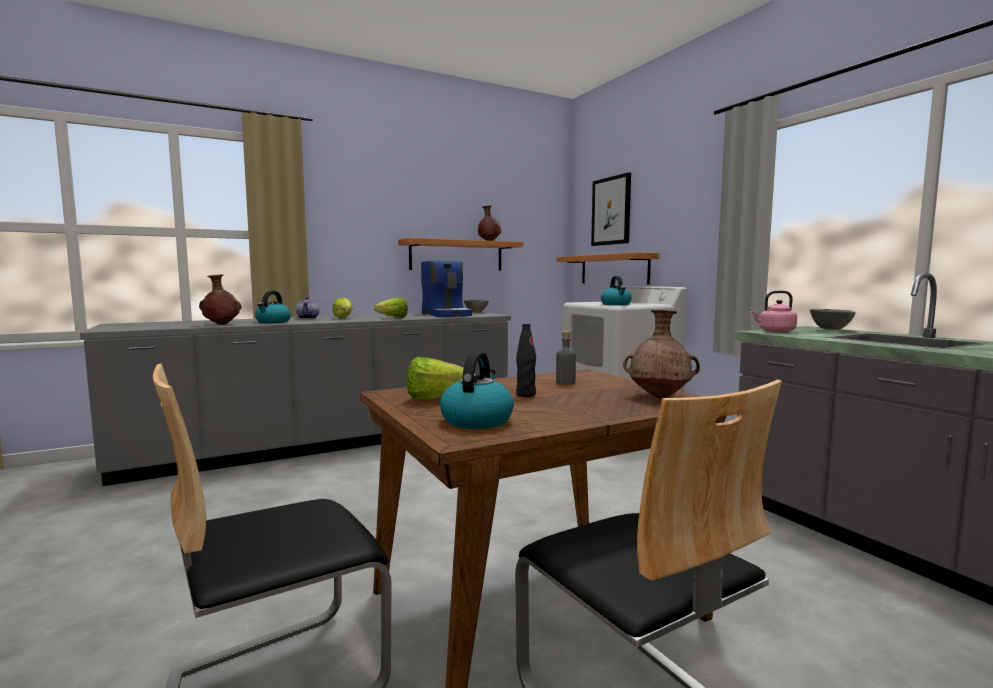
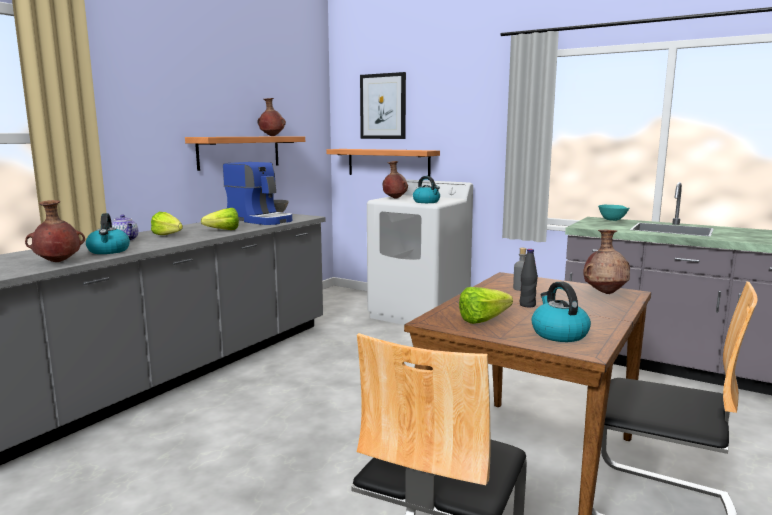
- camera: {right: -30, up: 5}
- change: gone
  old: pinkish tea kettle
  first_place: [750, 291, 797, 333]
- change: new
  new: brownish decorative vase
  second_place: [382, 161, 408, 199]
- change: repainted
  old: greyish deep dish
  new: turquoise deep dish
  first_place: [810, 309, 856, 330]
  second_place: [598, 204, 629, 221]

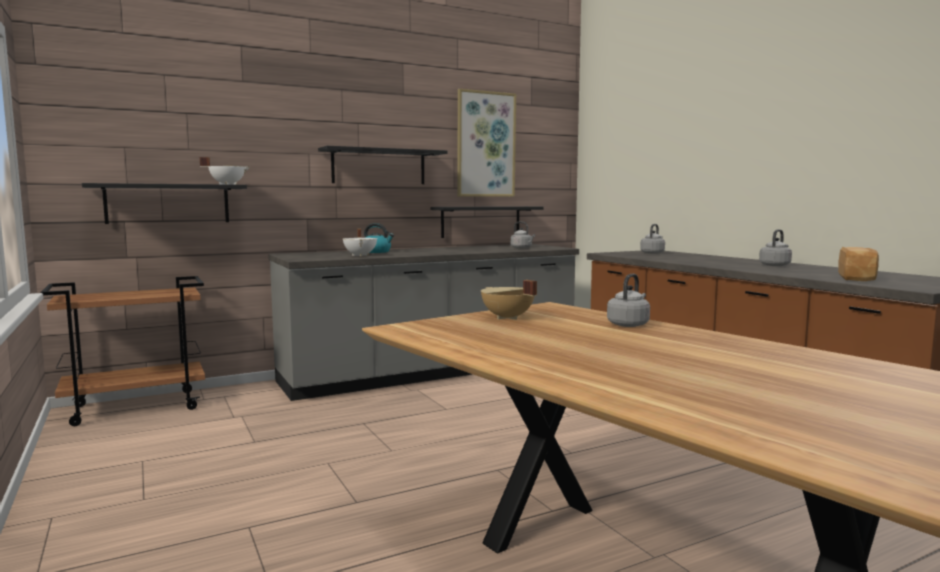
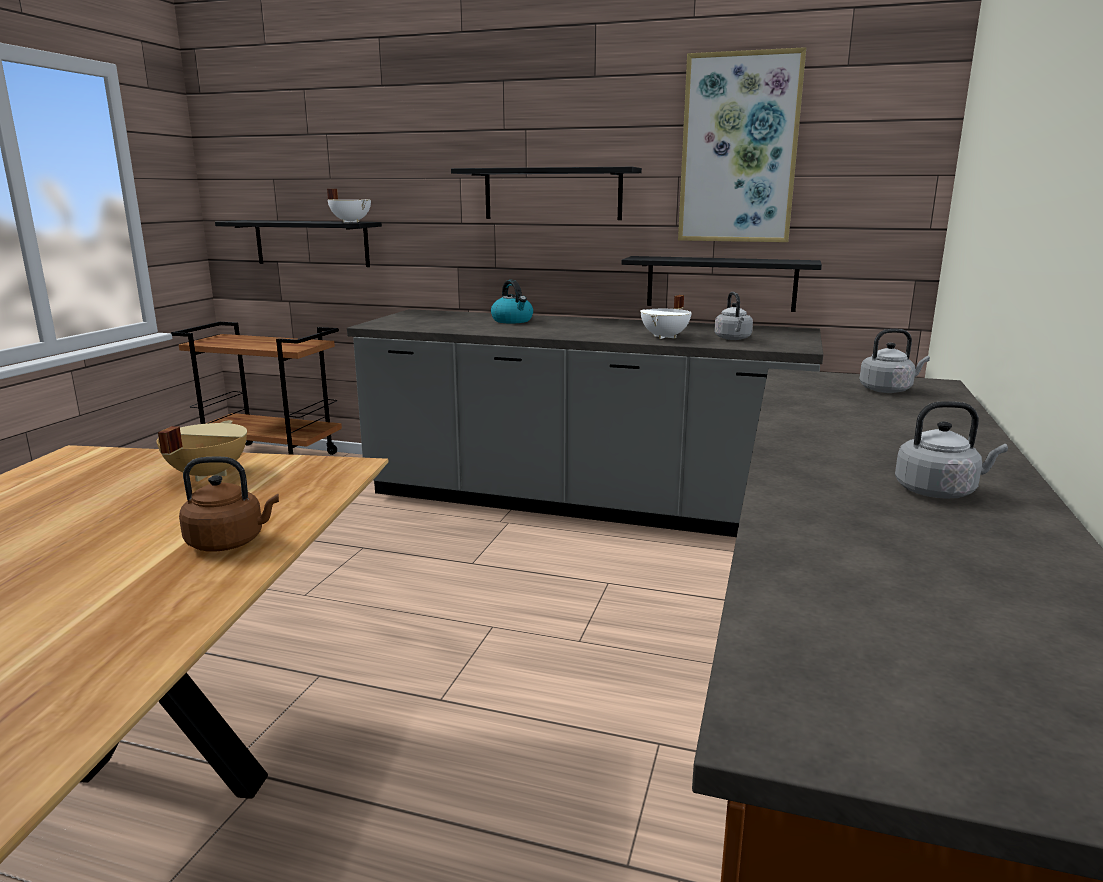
- camera: {right: 45, up: 10}
- change: gone
  old: baked bread
  first_place: [838, 247, 879, 281]
- change: shifted
  old: whitish cooking pot
  first_place: [343, 229, 377, 256]
  second_place: [640, 295, 692, 339]
- change: repainted
  old: greyish tea kettle
  new: brownish tea kettle
  first_place: [607, 274, 650, 327]
  second_place: [179, 457, 279, 551]

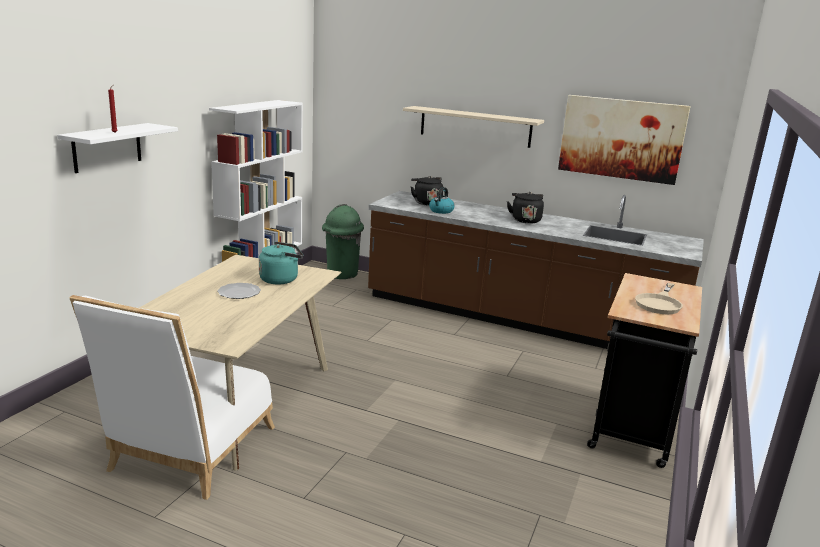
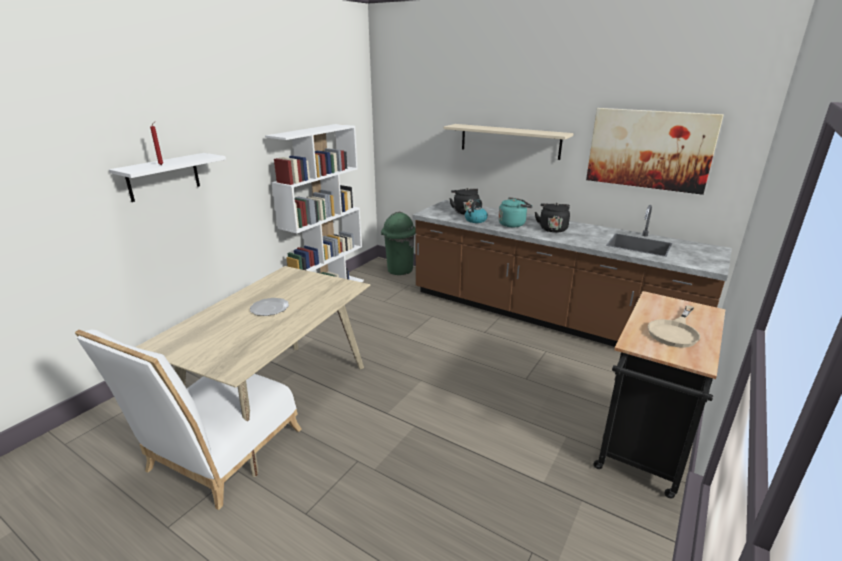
- camera: {right: 10, up: 5}
- change: shifted
  old: turquoise tea kettle
  first_place: [259, 242, 303, 284]
  second_place: [498, 197, 533, 227]

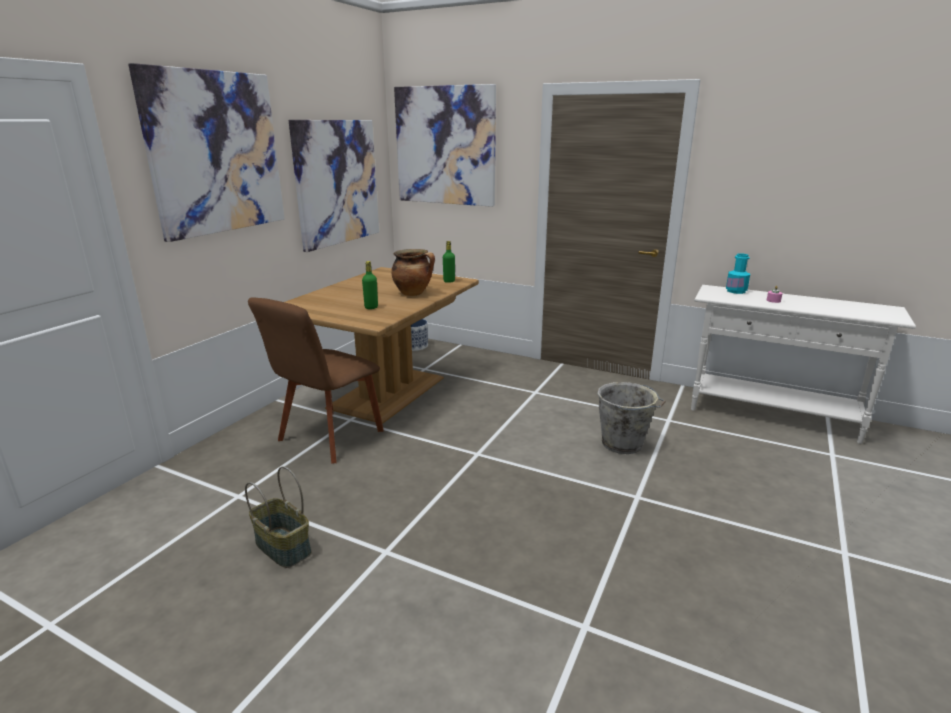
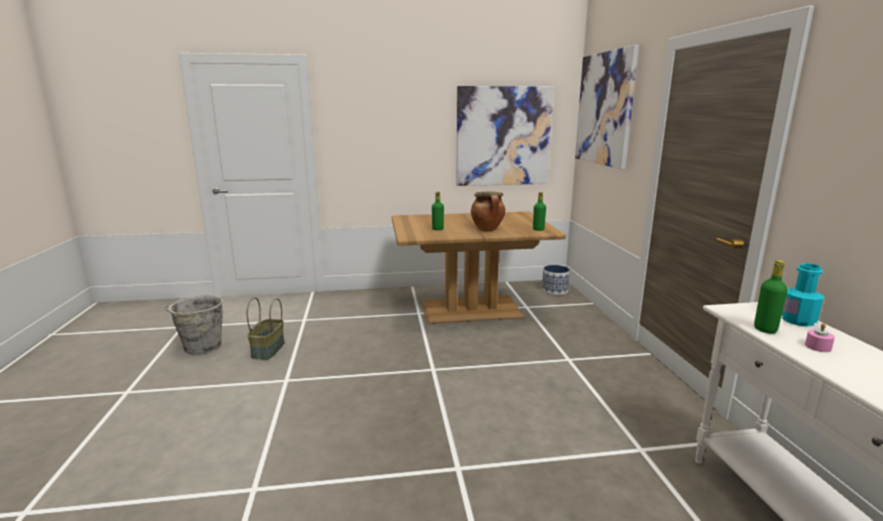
- camera: {right: 55, up: -5}
- change: gone
  old: wall picture
  first_place: [128, 63, 285, 242]
- change: gone
  old: brownish chair
  first_place: [248, 297, 384, 464]
- change: new
  new: green drink bottle
  second_place: [754, 260, 788, 333]
- change: shifted
  old: greyish pail
  first_place: [597, 382, 666, 454]
  second_place: [165, 295, 224, 355]

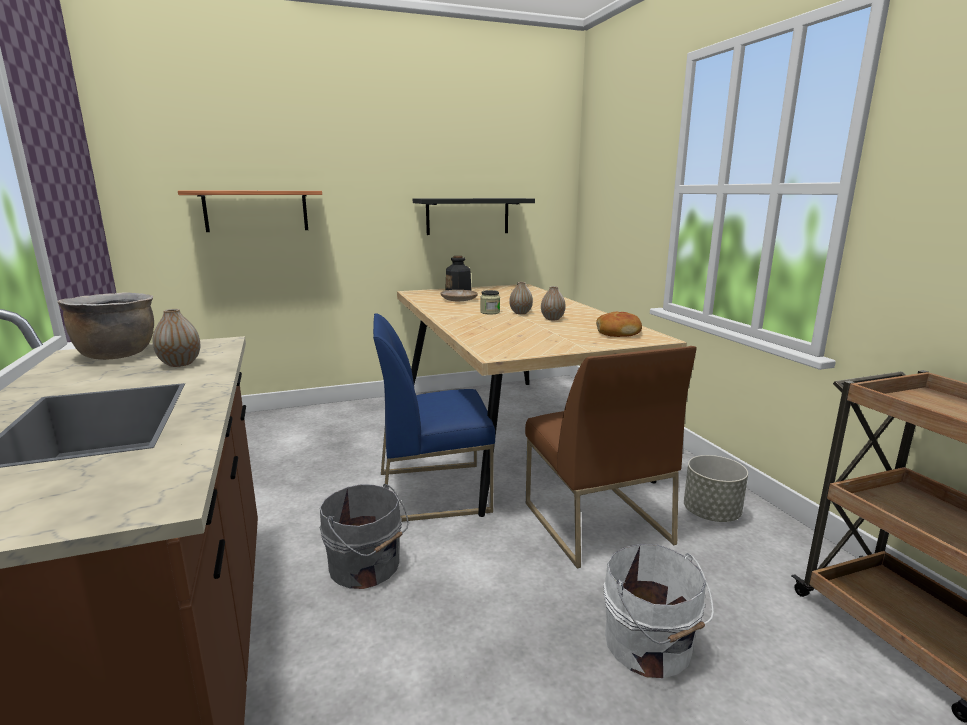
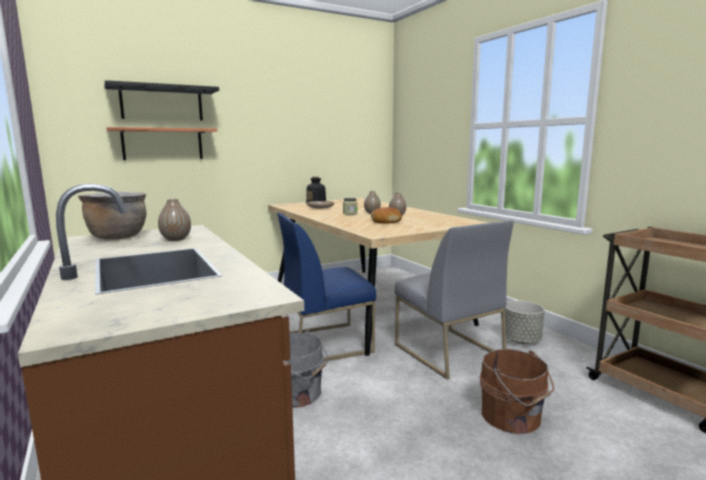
- camera: {right: -10, up: -5}
- change: shifted
  old: black wall shelf
  first_place: [413, 198, 535, 235]
  second_place: [104, 80, 219, 120]
- change: shifted
  old: baked bread
  first_place: [596, 312, 642, 337]
  second_place: [371, 207, 402, 224]
- change: repainted
  old: brownish chair
  new: greyish chair
  first_place: [525, 346, 697, 569]
  second_place: [395, 220, 514, 379]
- change: repainted
  old: whitish pail
  new: brownish pail
  first_place: [603, 544, 714, 678]
  second_place: [480, 349, 554, 434]

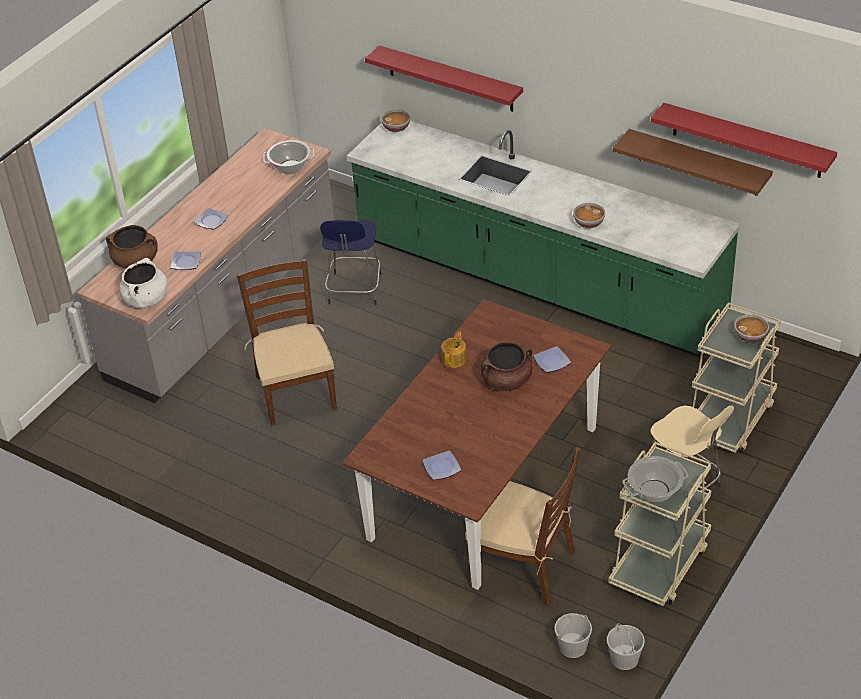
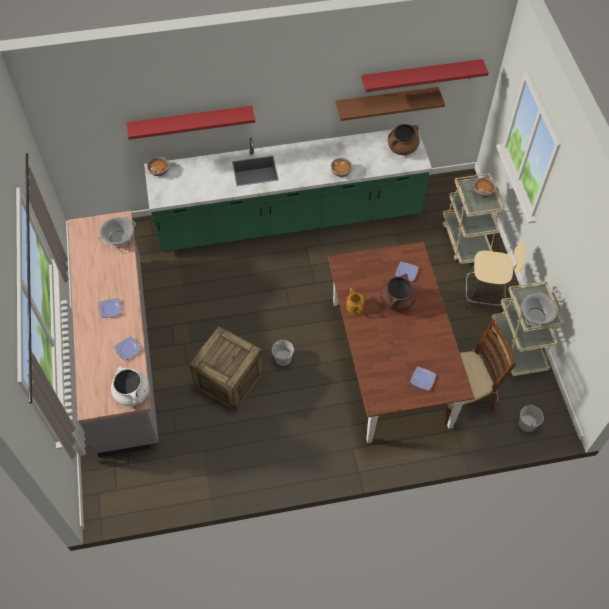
- camera: {right: -45, up: 15}
- change: gone
  old: blue-coloured stool seat
  first_place: [320, 220, 381, 305]
- change: shifted
  old: brownish cooking pot
  first_place: [106, 225, 158, 269]
  second_place: [388, 124, 419, 155]
- change: shifted
  old: whitish pail
  first_place: [607, 623, 645, 670]
  second_place: [272, 340, 294, 366]
- change: swapped
  old: brownish chair
  new: packing crate
  first_place: [237, 259, 337, 425]
  second_place: [189, 326, 263, 411]

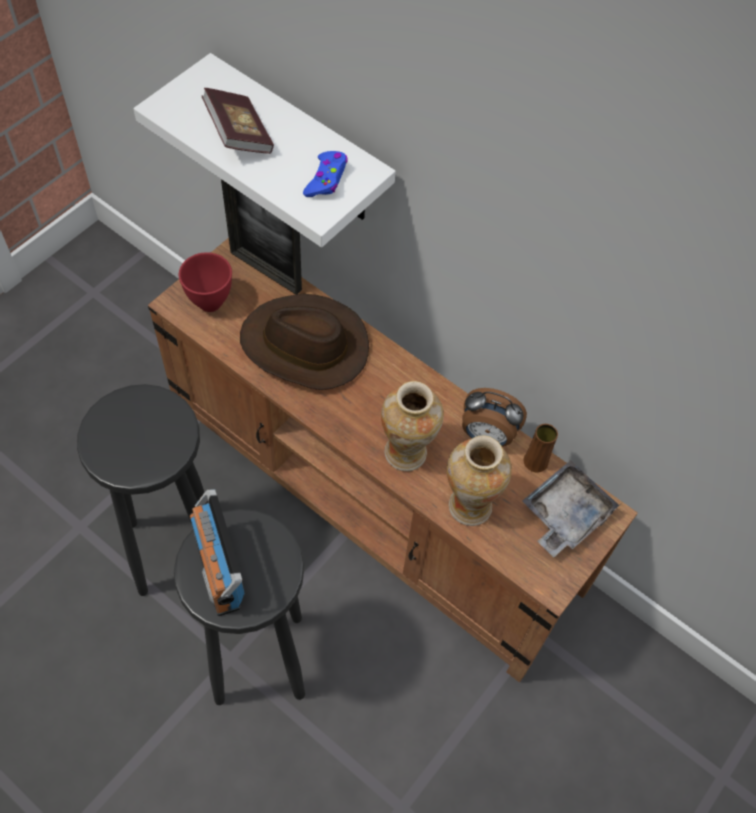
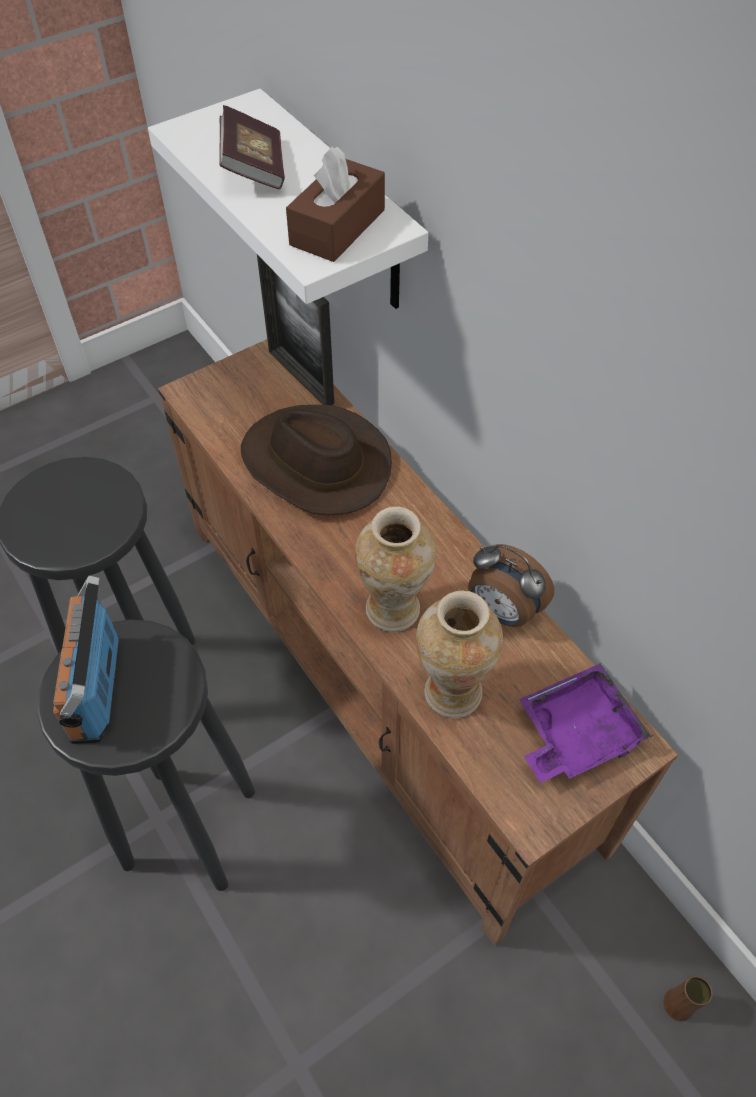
- camera: {right: 20, up: -5}
- change: gone
  old: red deep dish
  first_place: [179, 252, 232, 312]
- change: shifted
  old: brownish decorative vase
  first_place: [523, 424, 558, 473]
  second_place: [664, 976, 713, 1021]
- change: swapped
  old: blue-coloured gamepad
  new: brownish box of tissues
  first_place: [303, 151, 348, 197]
  second_place: [286, 146, 385, 262]
- change: repainted
  old: greyish serving tray
  new: purplish serving tray
  first_place: [522, 460, 621, 557]
  second_place: [519, 663, 653, 783]

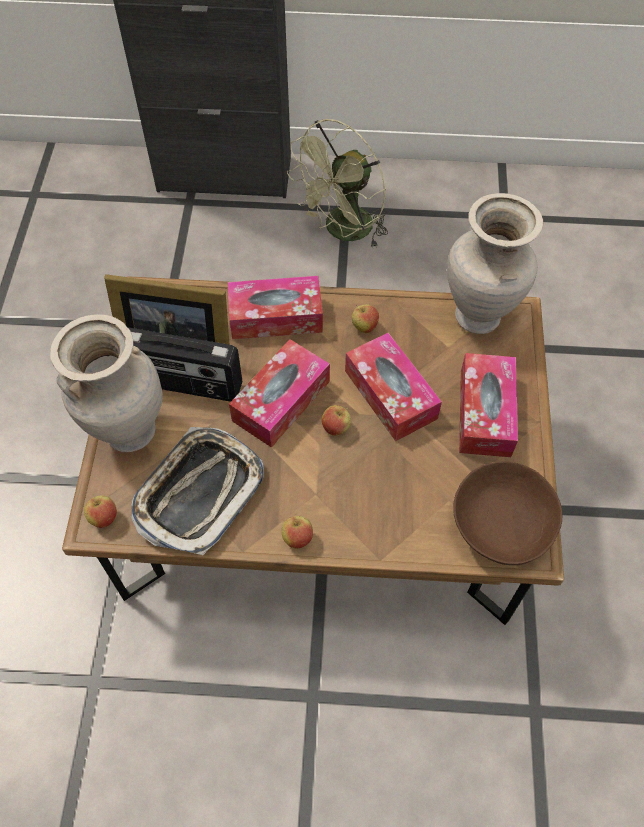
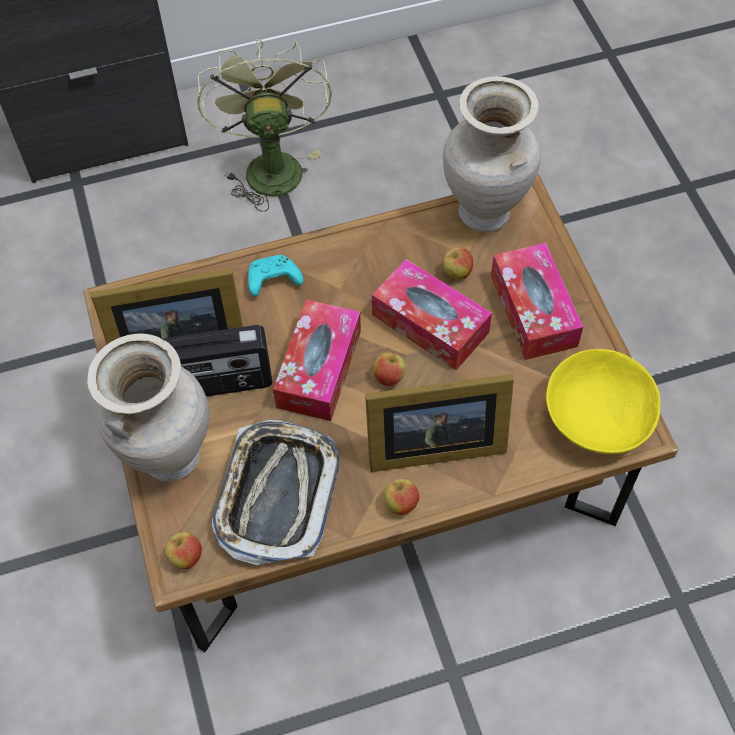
- camera: {right: -20, up: 0}
- change: new
  new: picture frame
  second_place: [365, 374, 514, 472]
- change: shifted
  old: apple fruit
  first_place: [352, 304, 379, 333]
  second_place: [443, 248, 473, 280]
- change: swapped
  old: box of tissues
  new: turquoise gamepad
  first_place: [228, 276, 323, 339]
  second_place: [248, 255, 304, 296]
- change: repainted
  old: brownish deep dish
  new: yellow deep dish
  first_place: [453, 461, 562, 565]
  second_place: [546, 349, 661, 454]
- change: rotated
  old: green cooling fan
  first_place: [287, 119, 388, 249]
  second_place: [197, 39, 332, 212]
  degrees: 150

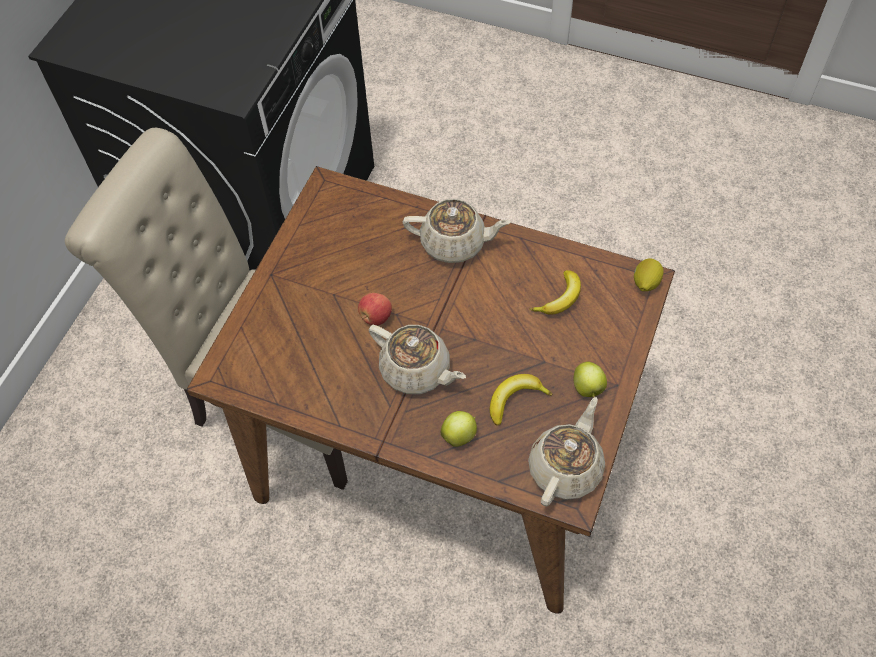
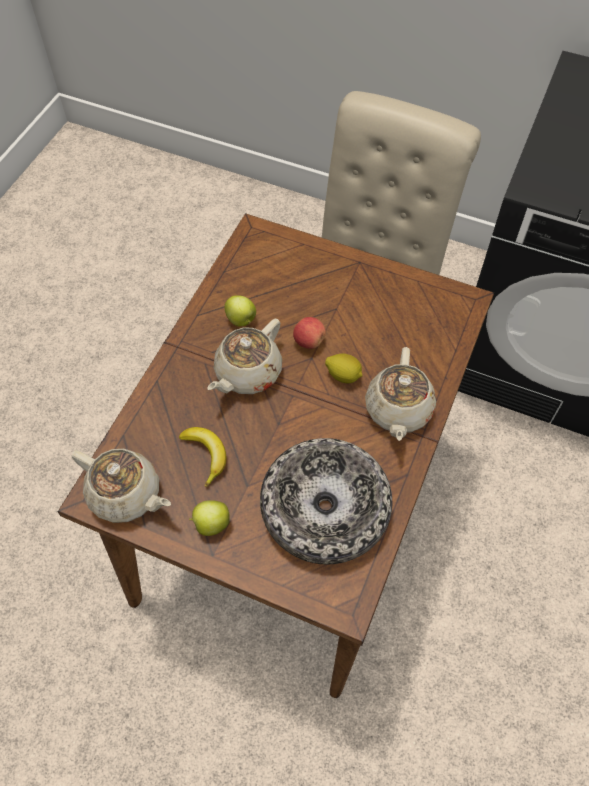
- camera: {right: 90, up: 0}
- change: shifted
  old: apple fruit
  first_place: [441, 411, 477, 447]
  second_place: [224, 295, 256, 326]
- change: shifted
  old: citrus fruit
  first_place: [634, 258, 664, 291]
  second_place: [325, 353, 363, 383]
- change: swapped
  old: banana
  new: deep dish
  first_place: [530, 270, 581, 315]
  second_place: [260, 438, 392, 565]

